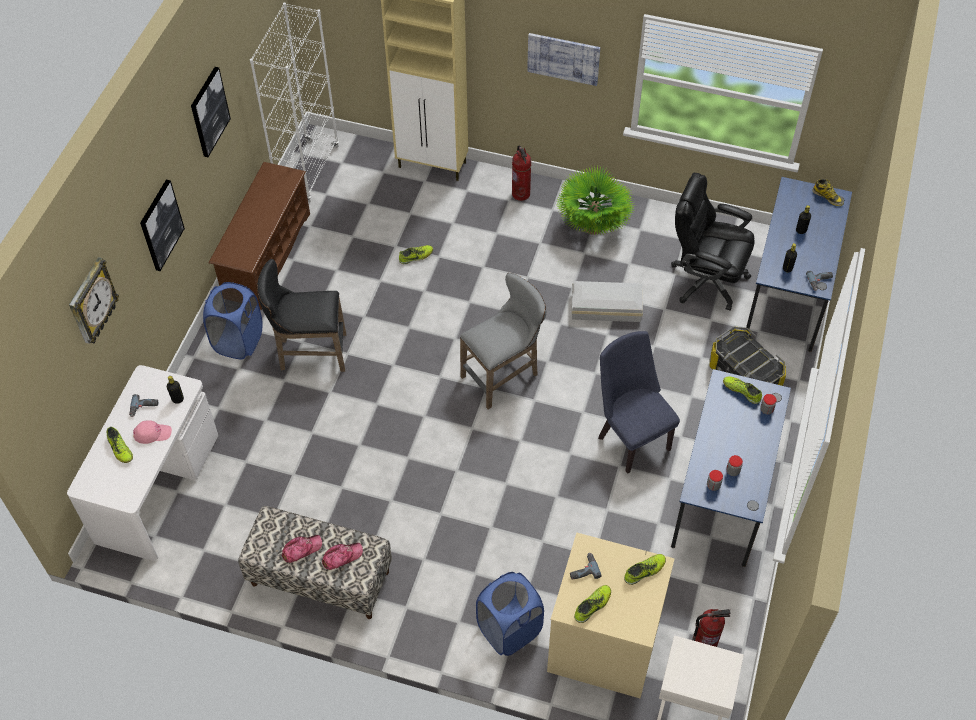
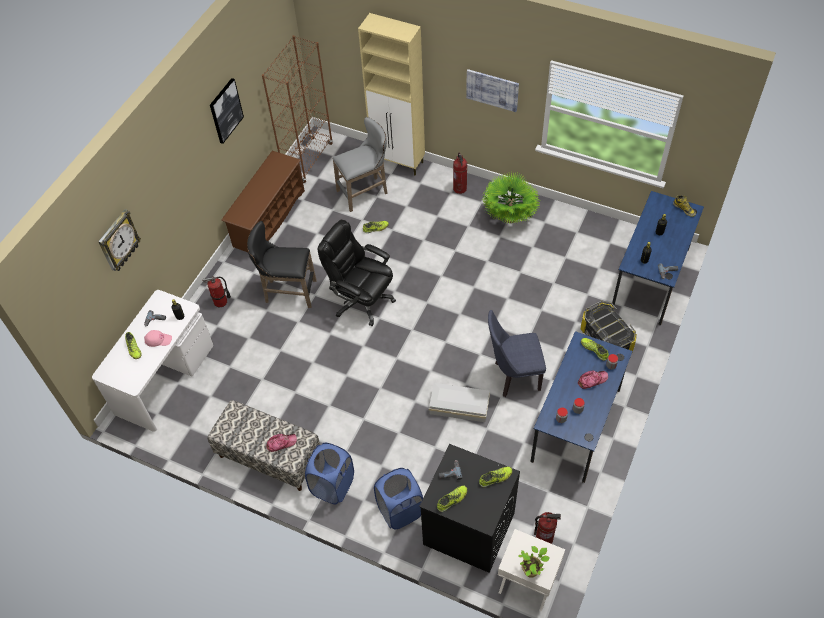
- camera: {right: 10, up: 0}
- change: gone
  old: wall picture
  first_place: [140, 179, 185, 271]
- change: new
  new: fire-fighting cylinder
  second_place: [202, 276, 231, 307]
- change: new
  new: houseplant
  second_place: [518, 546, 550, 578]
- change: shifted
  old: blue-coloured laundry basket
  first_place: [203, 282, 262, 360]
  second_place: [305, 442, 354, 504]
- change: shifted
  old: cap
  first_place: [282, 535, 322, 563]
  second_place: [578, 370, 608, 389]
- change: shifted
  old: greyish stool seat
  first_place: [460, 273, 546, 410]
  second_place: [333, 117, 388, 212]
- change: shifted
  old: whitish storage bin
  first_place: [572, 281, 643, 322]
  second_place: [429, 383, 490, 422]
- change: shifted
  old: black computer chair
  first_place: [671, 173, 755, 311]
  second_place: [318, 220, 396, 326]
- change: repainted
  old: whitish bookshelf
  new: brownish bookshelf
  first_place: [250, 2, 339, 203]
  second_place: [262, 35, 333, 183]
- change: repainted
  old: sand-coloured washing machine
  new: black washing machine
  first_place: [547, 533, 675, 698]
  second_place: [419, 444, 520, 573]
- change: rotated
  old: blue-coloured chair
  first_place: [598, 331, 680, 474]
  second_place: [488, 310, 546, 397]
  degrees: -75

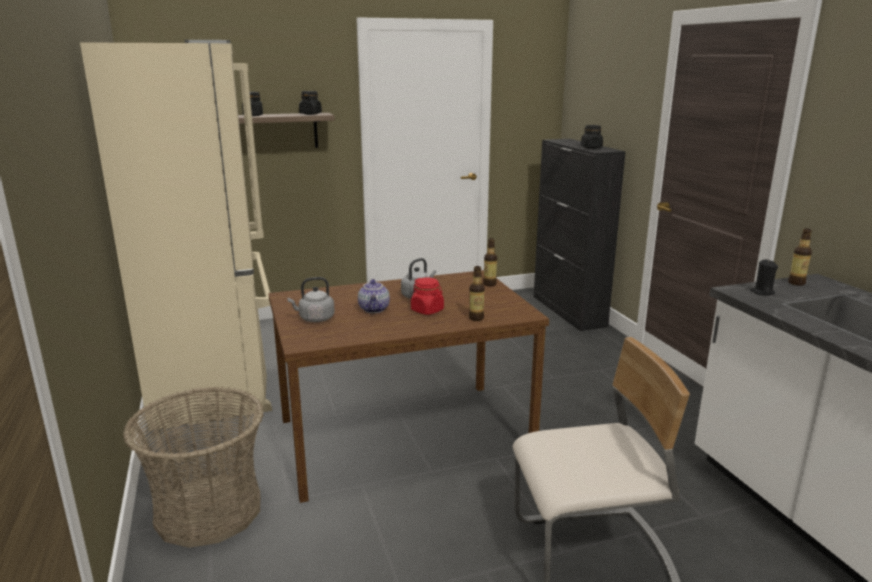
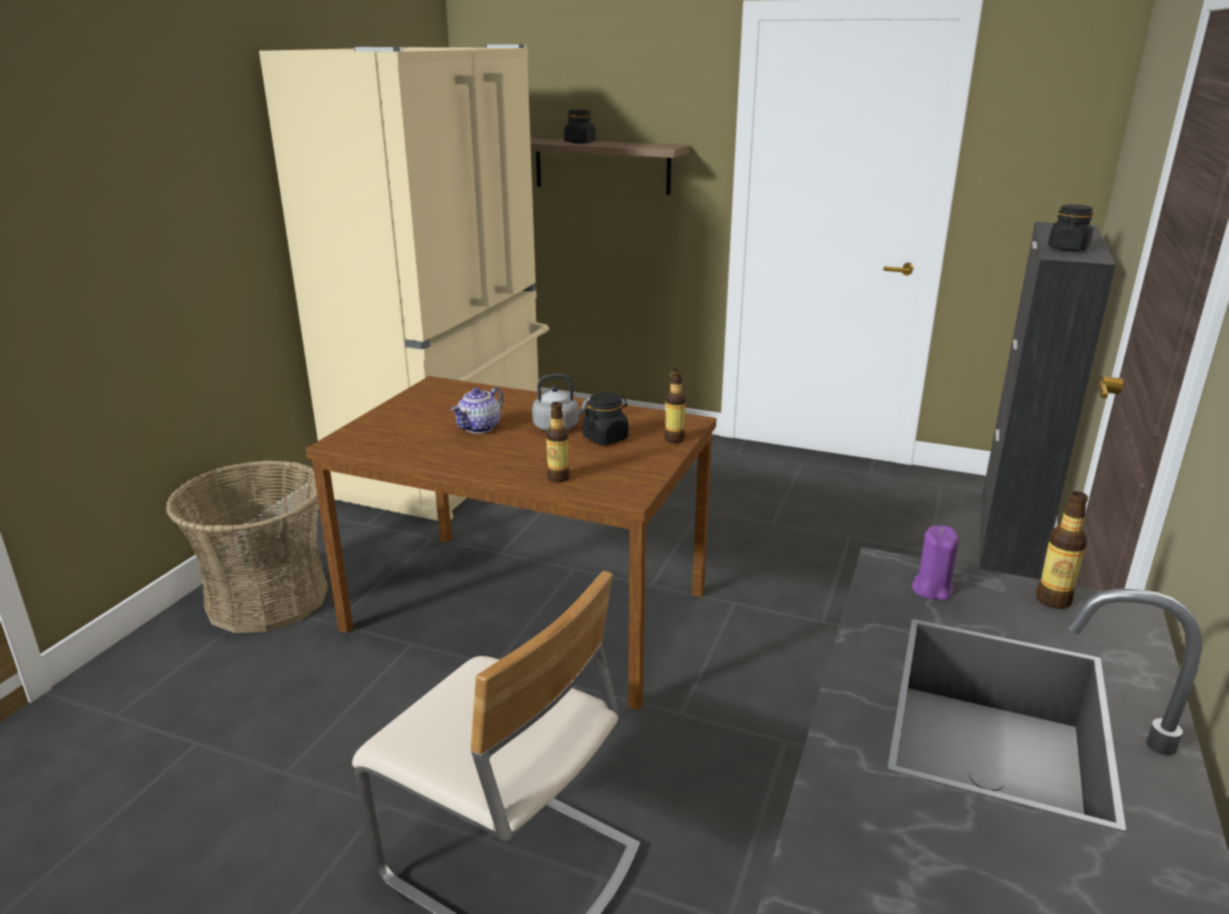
- camera: {right: 40, up: 5}
- change: gone
  old: greyish tea kettle
  first_place: [287, 277, 335, 322]
- change: gone
  old: red preserve jar
  first_place: [411, 278, 444, 315]
- change: shifted
  old: black preserve jar
  first_place: [299, 91, 322, 115]
  second_place: [583, 392, 629, 445]
- change: repainted
  old: black candle
  new: purplish candle
  first_place: [750, 259, 778, 296]
  second_place: [911, 526, 959, 600]

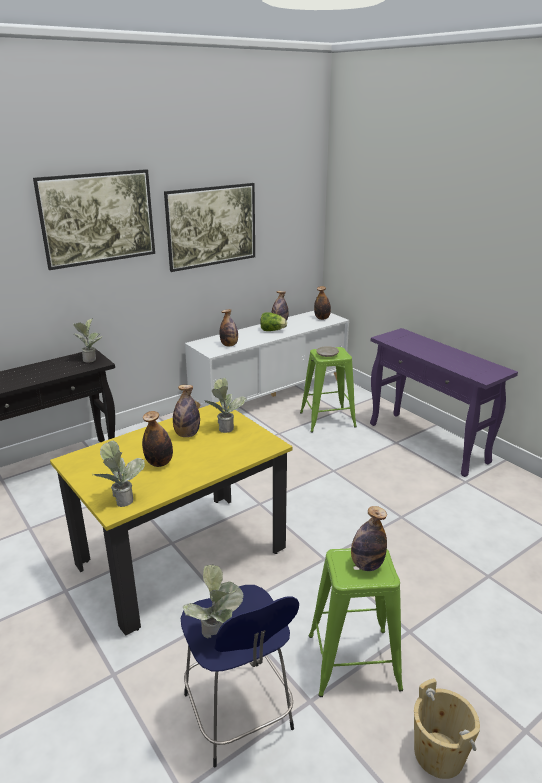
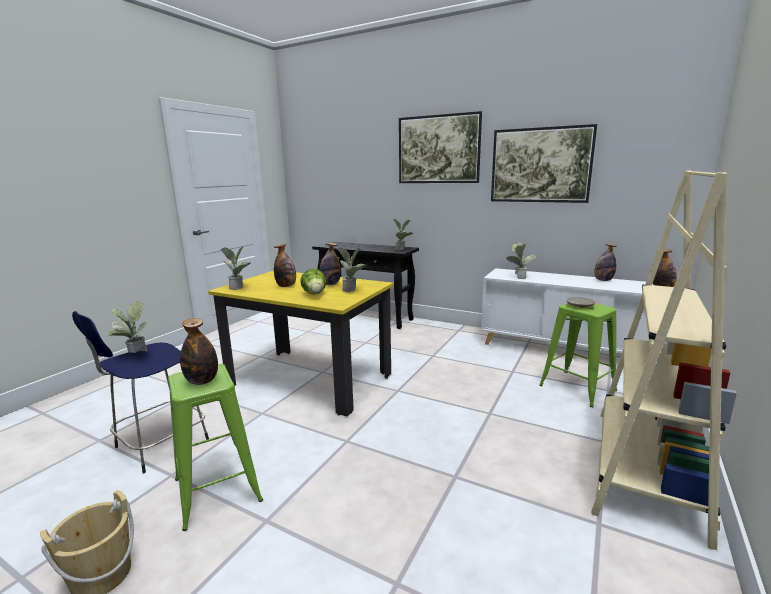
- camera: {right: 65, up: -10}
- change: shifted
  old: lettuce
  first_place: [260, 312, 287, 331]
  second_place: [300, 269, 326, 295]
- change: swapped
  old: drink bottle
  new: houseplant
  first_place: [220, 309, 238, 346]
  second_place: [506, 242, 536, 279]
- change: swapped
  old: purplish hall table
  new: sand-coloured bookshelf
  first_place: [370, 328, 518, 477]
  second_place: [591, 170, 737, 550]

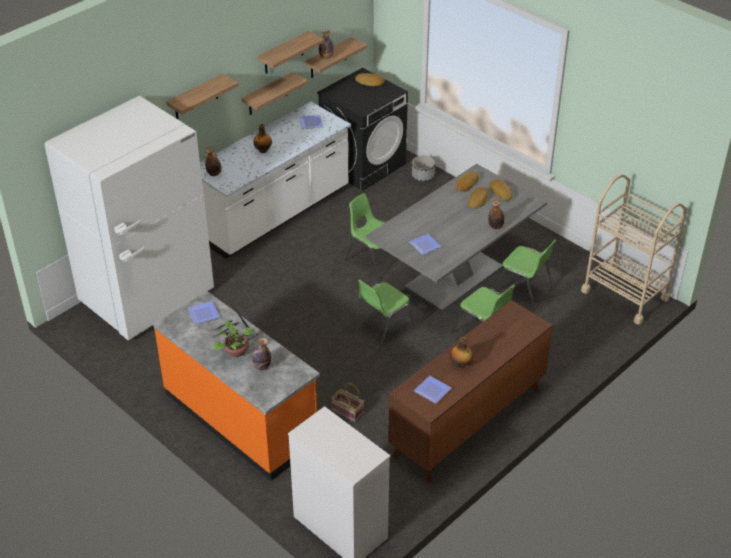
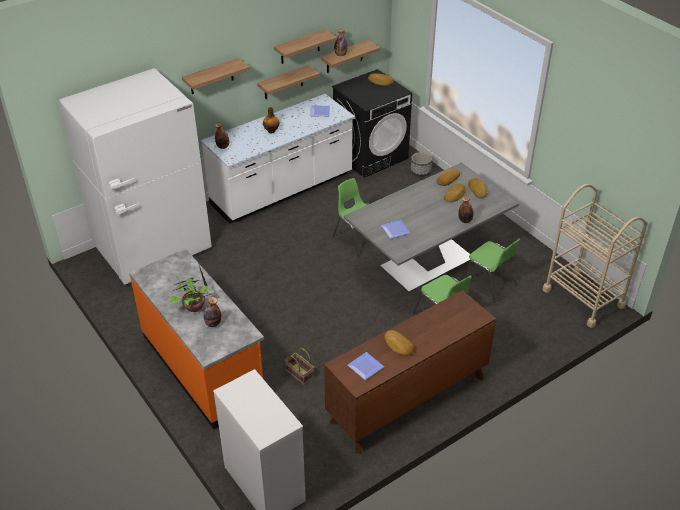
- camera: {right: 10, up: 0}
- change: gone
  old: plate
  first_place: [188, 301, 220, 324]
- change: gone
  old: green chair
  first_place: [352, 280, 415, 350]
- change: swapped
  old: drink bottle
  new: baked bread
  first_place: [450, 337, 473, 368]
  second_place: [385, 330, 415, 356]

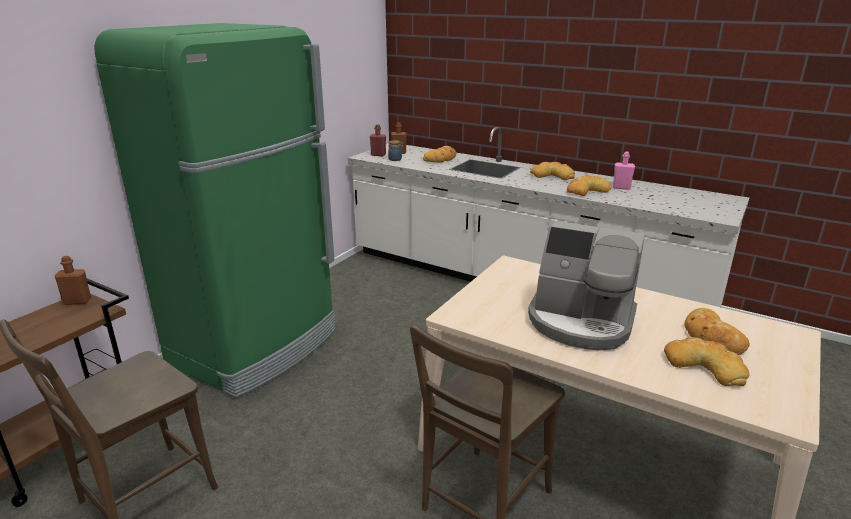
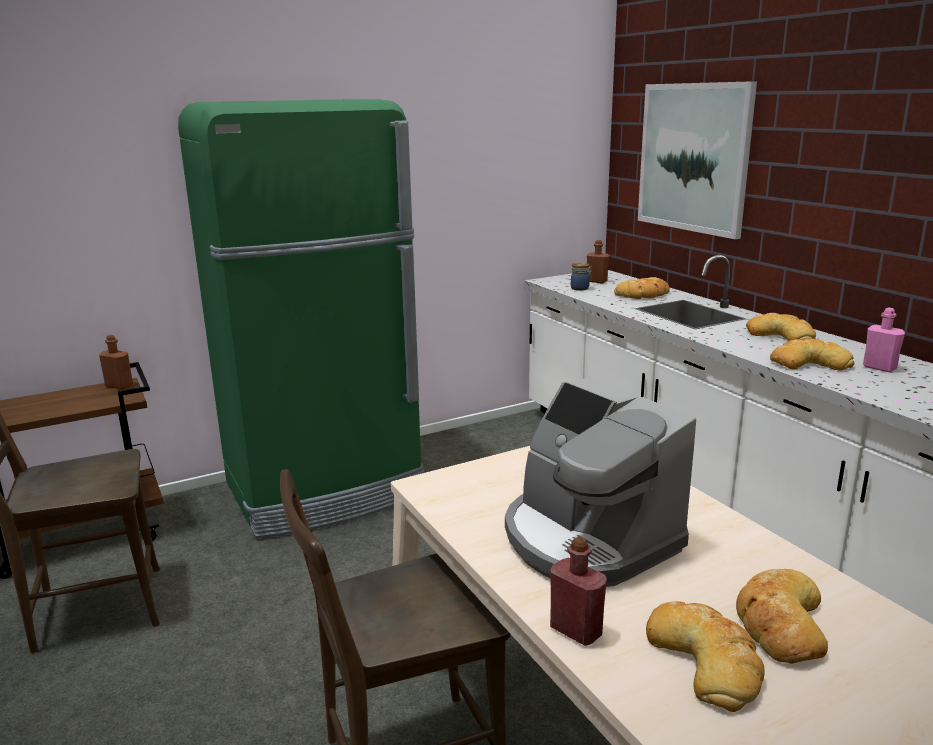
- camera: {right: 30, up: -5}
- change: new
  new: wall picture
  second_place: [638, 81, 757, 239]
- change: shifted
  old: red drink bottle
  first_place: [370, 124, 386, 156]
  second_place: [550, 537, 607, 646]

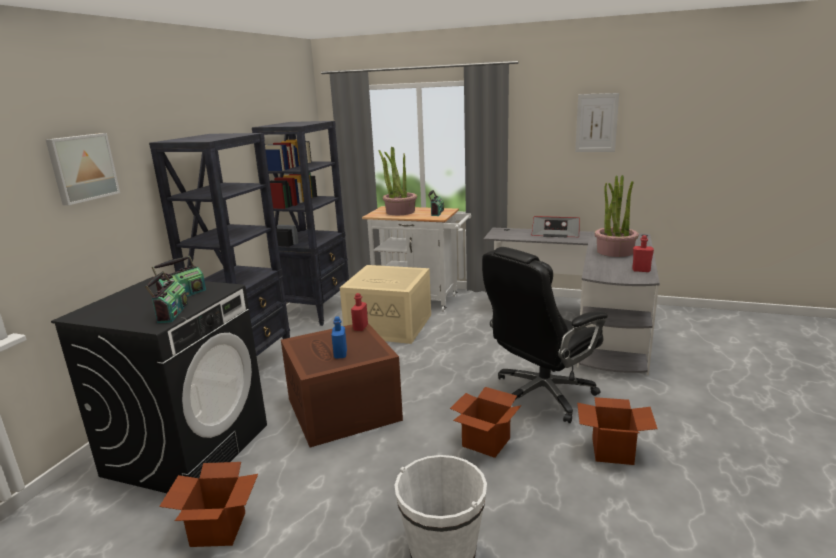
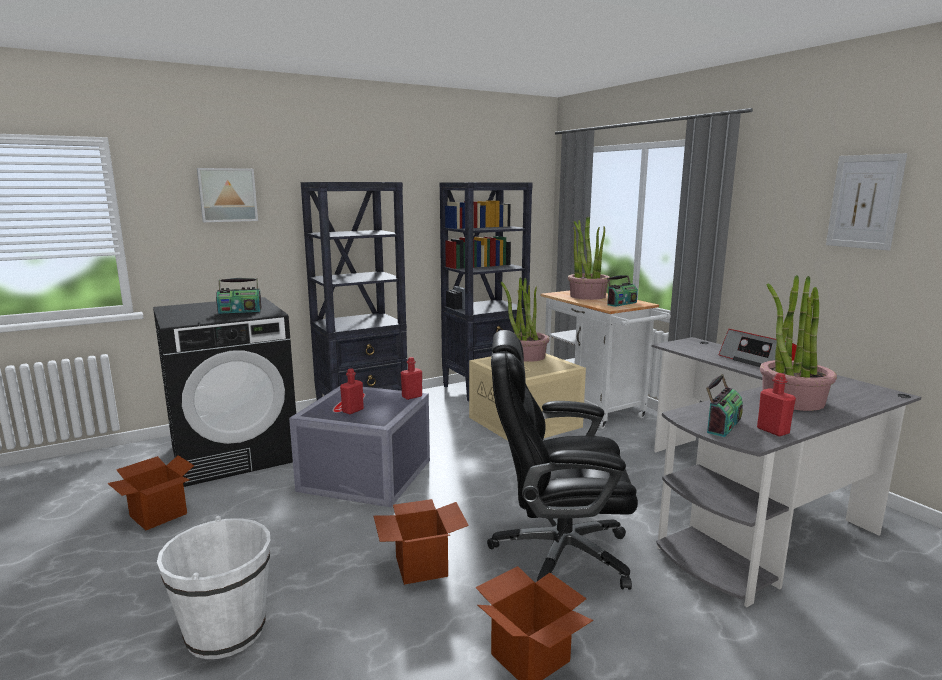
- camera: {right: 40, up: -5}
- change: new
  new: houseplant
  second_place: [501, 277, 550, 362]
- change: shifted
  old: radio receiver
  first_place: [145, 271, 188, 323]
  second_place: [706, 374, 743, 437]
- change: repainted
  old: brownish storage bin
  new: greyish storage bin
  first_place: [281, 323, 403, 447]
  second_place: [289, 386, 430, 507]
- change: repainted
  old: blue-coloured drink bottle
  new: red drink bottle
  first_place: [332, 316, 347, 359]
  second_place: [340, 368, 364, 414]

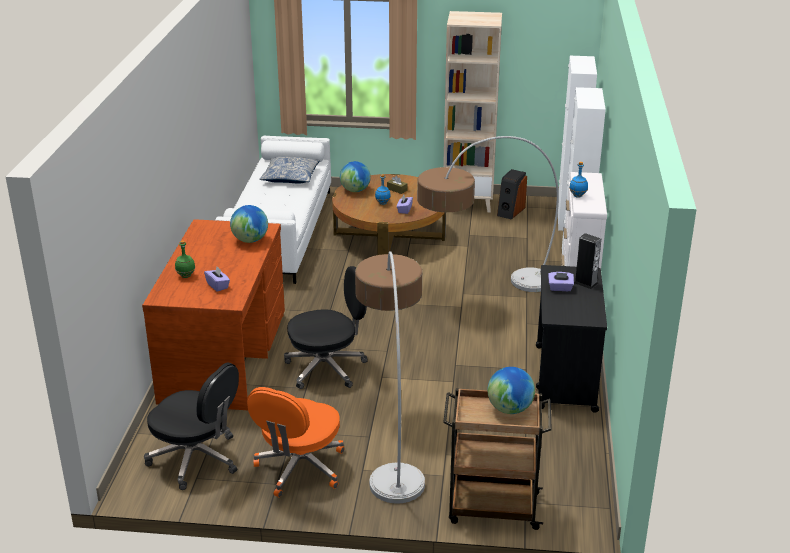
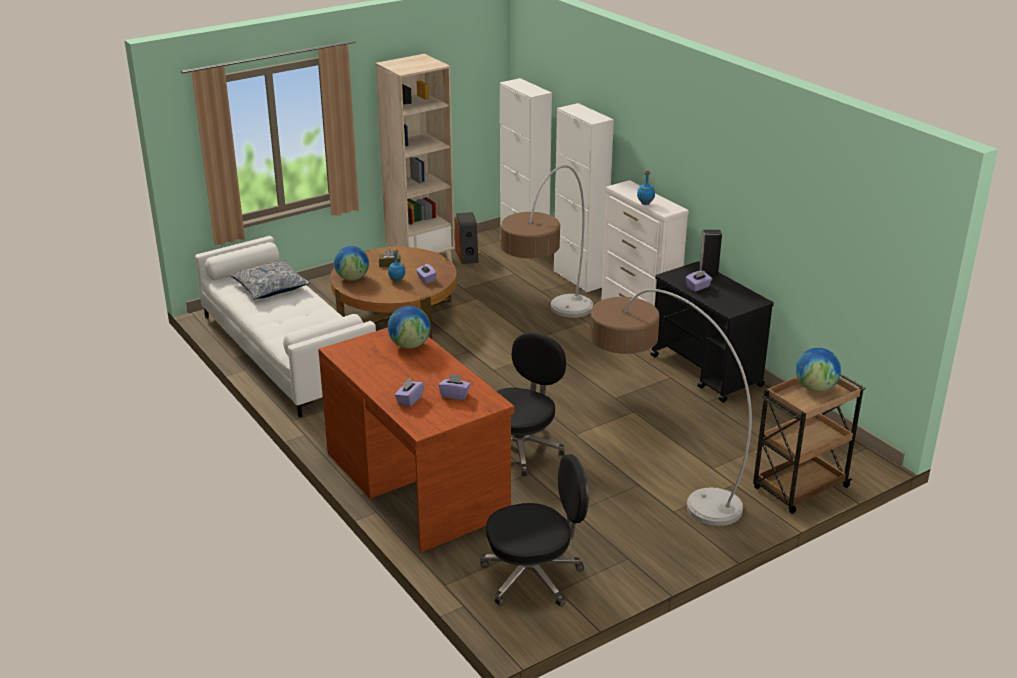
- camera: {right: -40, up: 0}
- change: gone
  old: orange computer chair
  first_place: [247, 387, 345, 497]
- change: swapped
  old: green drink bottle
  new: purplish box of tissues
  first_place: [175, 240, 195, 278]
  second_place: [395, 378, 424, 407]

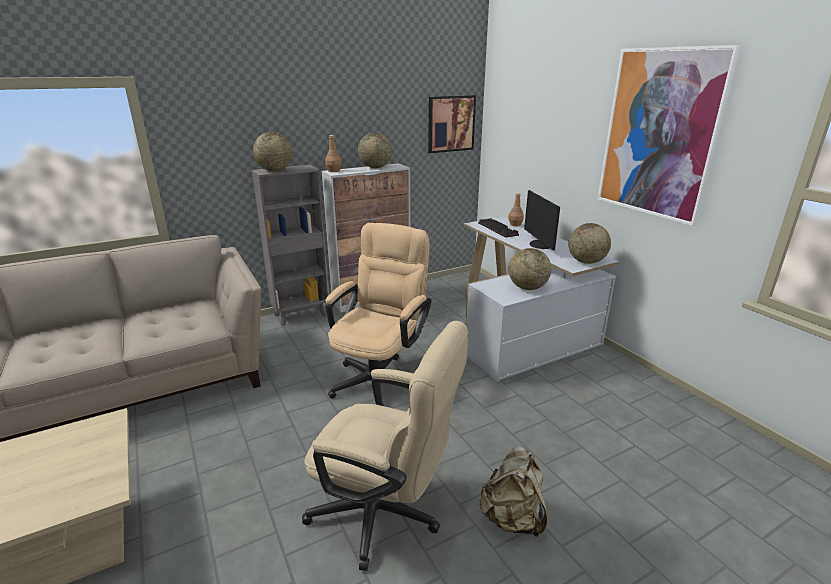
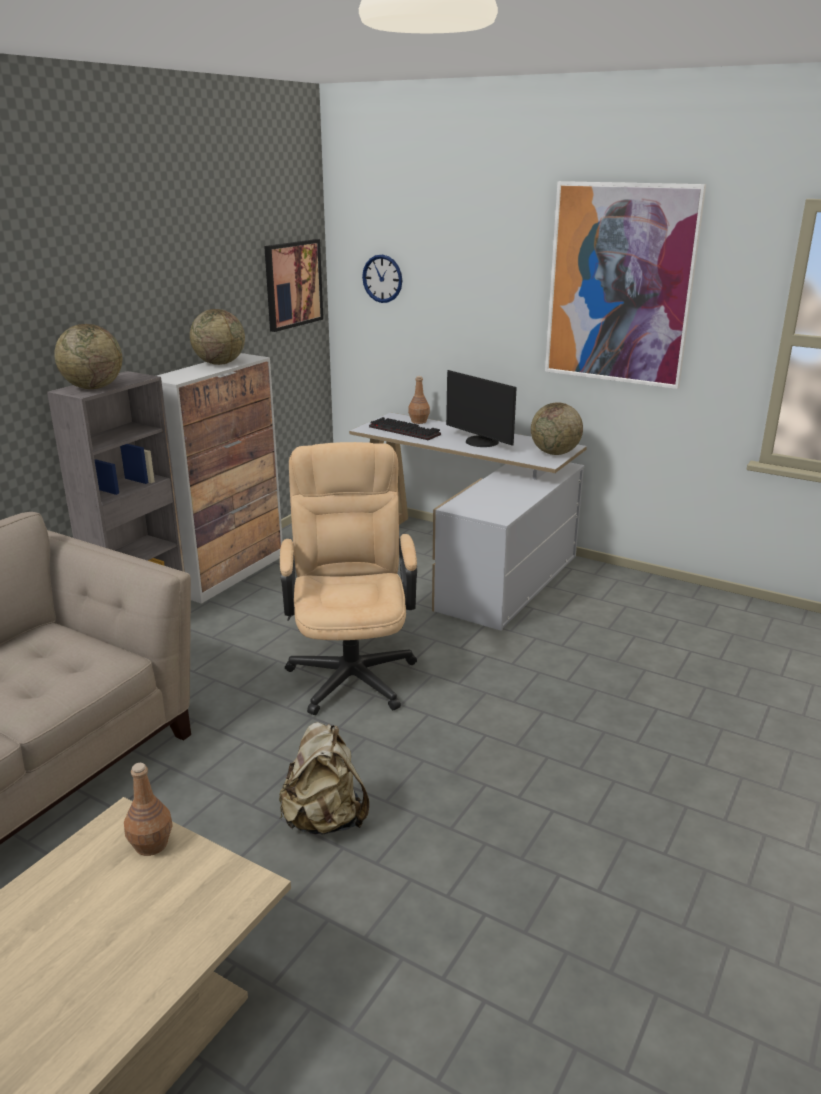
- camera: {right: -30, up: 0}
- change: gone
  old: sand-coloured computer chair
  first_place: [302, 321, 469, 571]
- change: gone
  old: desk globe
  first_place: [509, 248, 551, 290]
- change: new
  new: wall clock
  second_place: [362, 255, 402, 303]
- change: shifted
  old: brownish drink bottle
  first_place: [325, 135, 342, 172]
  second_place: [124, 763, 173, 856]
- change: shifted
  old: sand-coloured knapsack
  first_place: [480, 446, 547, 537]
  second_place: [279, 722, 369, 835]

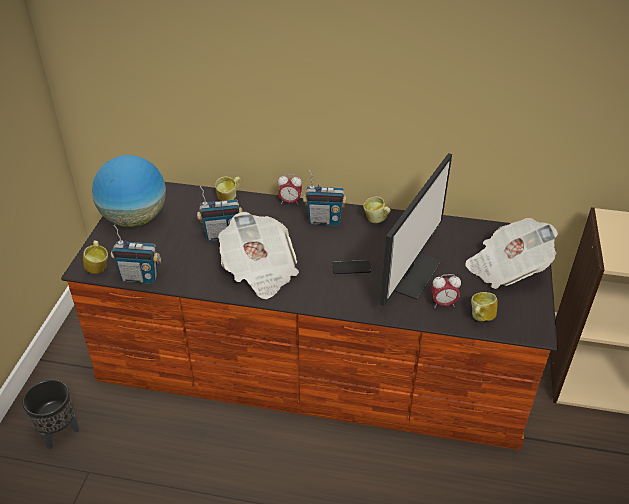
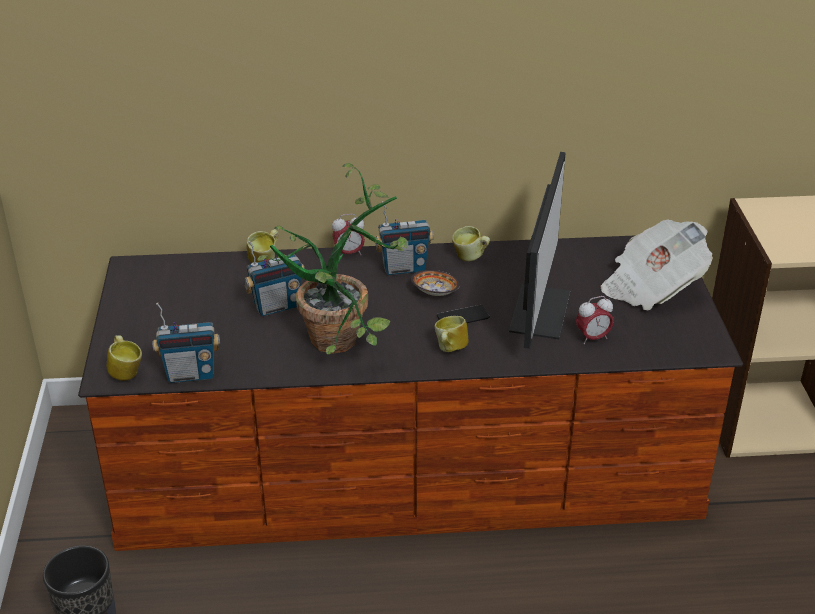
- camera: {right: -15, up: -5}
- change: gone
  old: desk globe
  first_place: [92, 155, 166, 227]
- change: new
  new: deep dish
  second_place: [411, 270, 460, 296]
- change: shifted
  old: mug
  first_place: [471, 292, 498, 321]
  second_place: [435, 316, 469, 352]
- change: swapped
  old: newspaper
  new: houseplant
  first_place: [218, 212, 299, 299]
  second_place: [258, 163, 408, 354]

